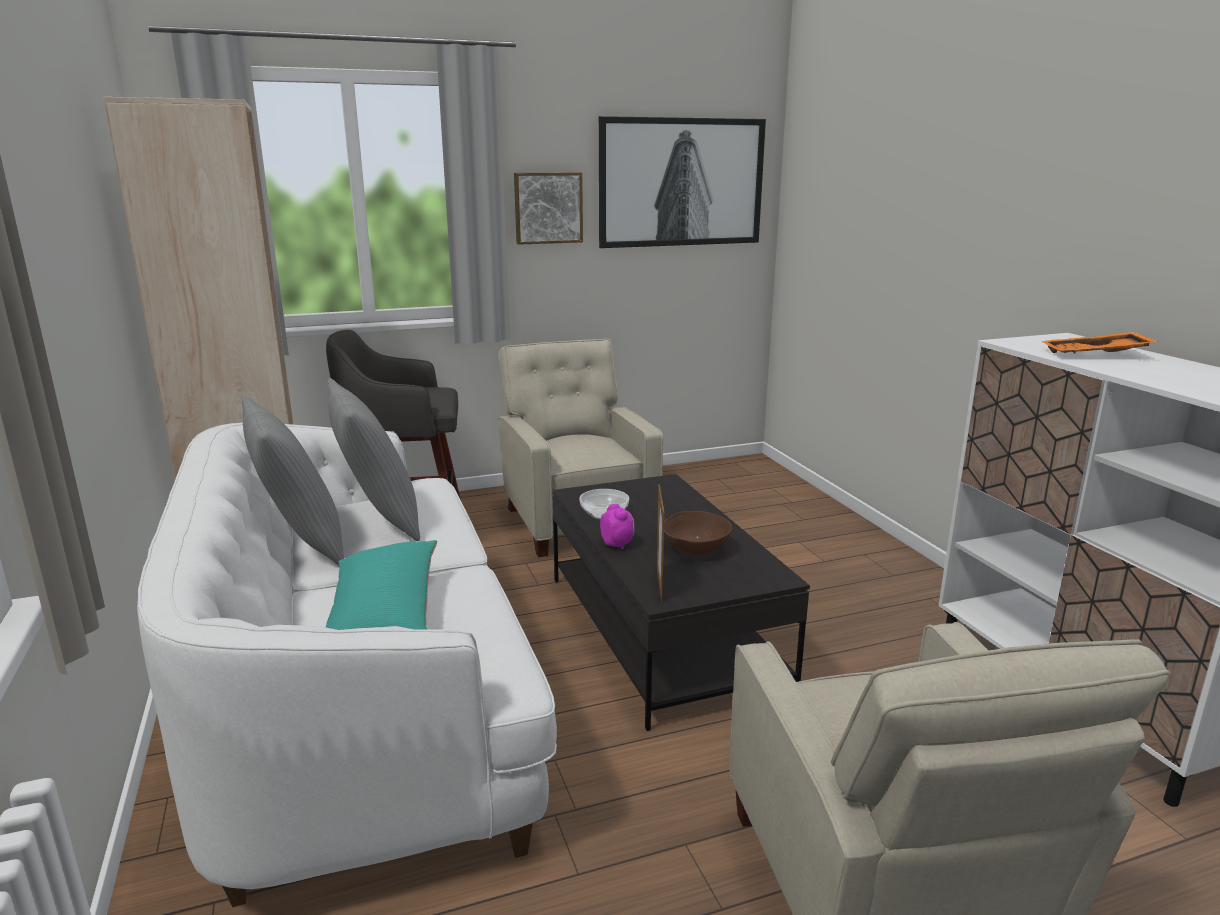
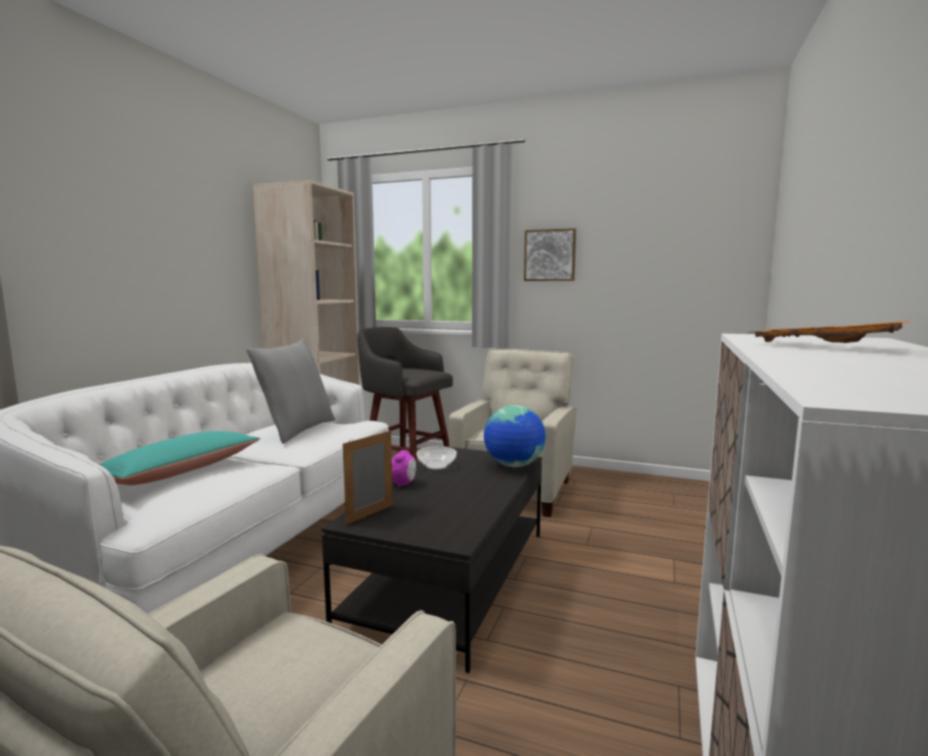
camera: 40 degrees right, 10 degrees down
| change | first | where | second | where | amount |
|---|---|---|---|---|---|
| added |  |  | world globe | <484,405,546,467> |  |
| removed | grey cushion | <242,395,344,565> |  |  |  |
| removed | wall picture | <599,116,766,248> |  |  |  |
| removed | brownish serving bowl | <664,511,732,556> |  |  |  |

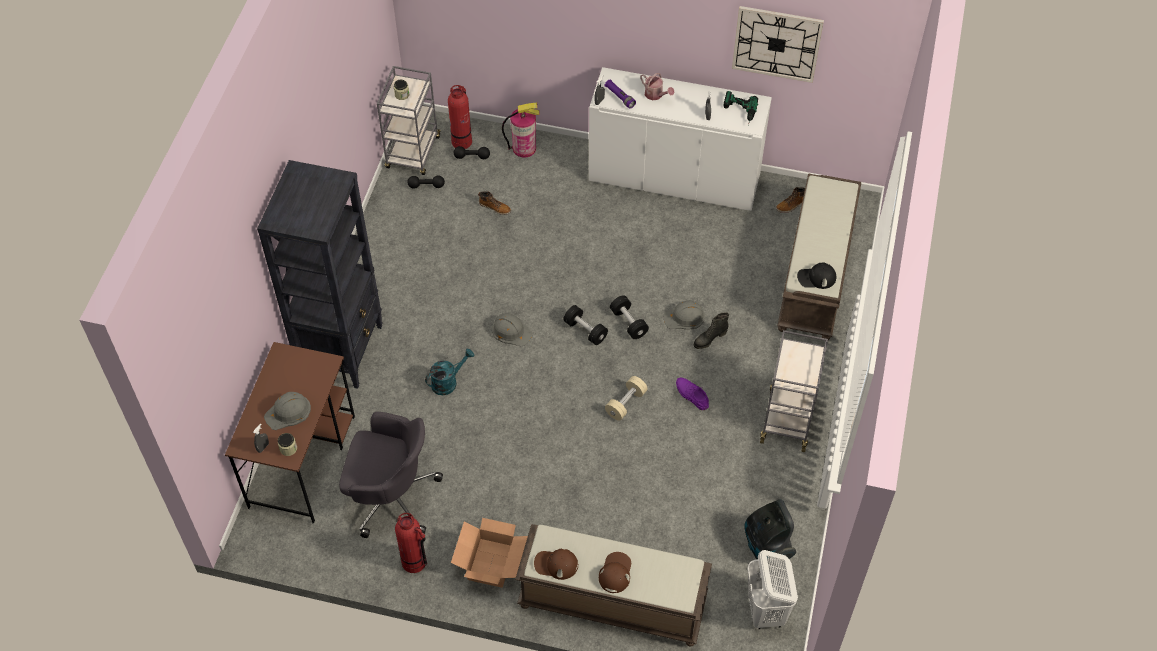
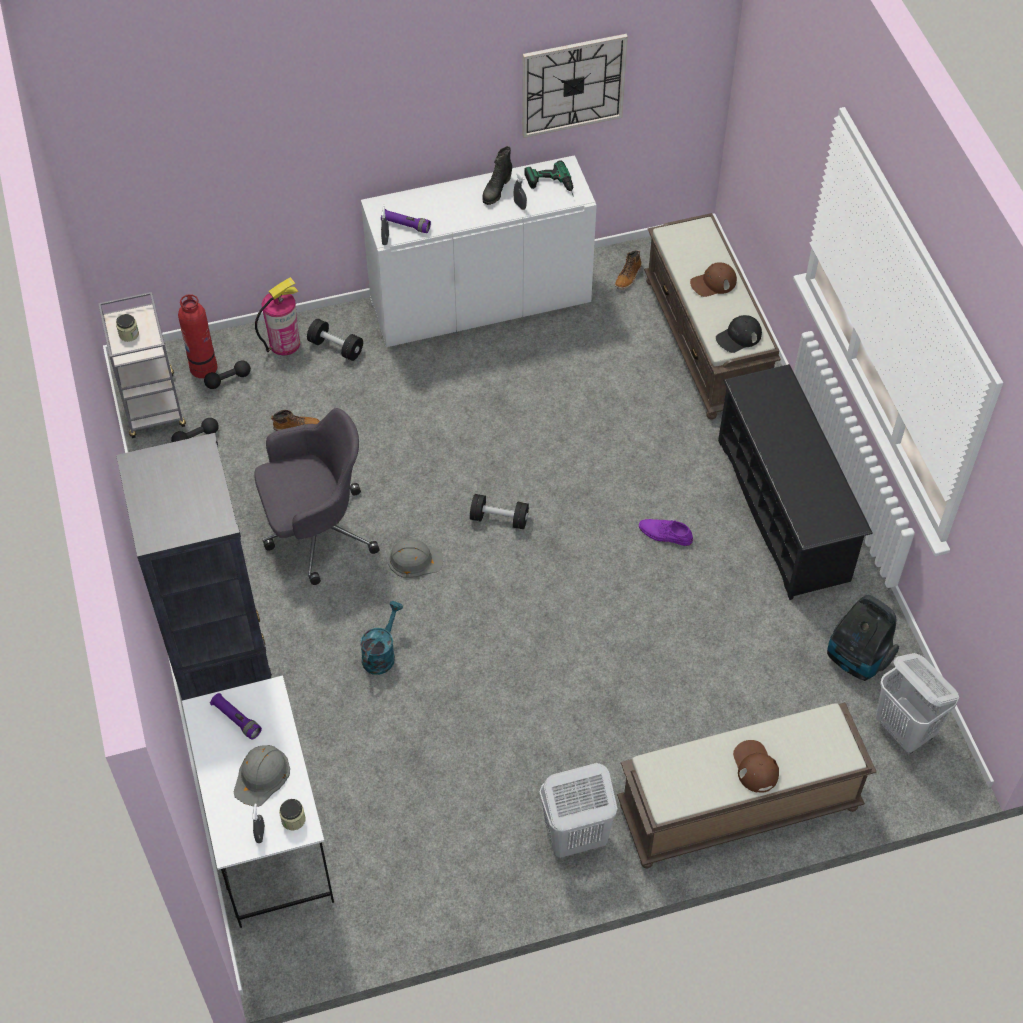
camera: 30 degrees left, 0 degrees up
| change | first | where | second | where | amount |
|---|---|---|---|---|---|
| recoloured | brownish desk unit | <225,342,355,524> | white desk unit | <182,676,334,928> |  |
| added |  |  | purple hand torch | <210,693,262,739> |  |
| moved | grey computer chair | <339,412,443,538> |  | <254,408,380,585> |  |
| moved | black-coloured dumbbell | <610,295,649,339> |  | <307,319,363,361> |  |
| moved | black-coloured boot | <694,313,729,349> |  | <482,146,512,205> |  |
| replaced | cardboard box | <451,518,528,588> | white washing basket | <539,763,617,858> |  |
| moved | brownish cap | <534,548,578,580> |  | <690,262,737,297> |  |
| replaced | grey cart | <760,330,828,452> | black-coloured shoe rack | <718,364,873,600> |  |
| removed | fire extinguisher | <395,513,427,573> |  |  |  |
| removed | sand-coloured dumbbell | <605,376,648,421> |  |  |  |
| removed | watering pot | <640,73,675,100> |  |  |  |
| removed | grey safety helmet | <663,300,705,330> |  |  |  |

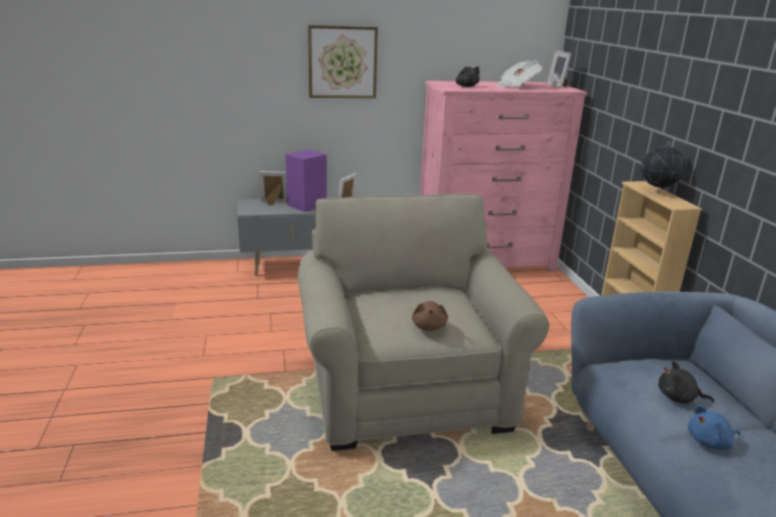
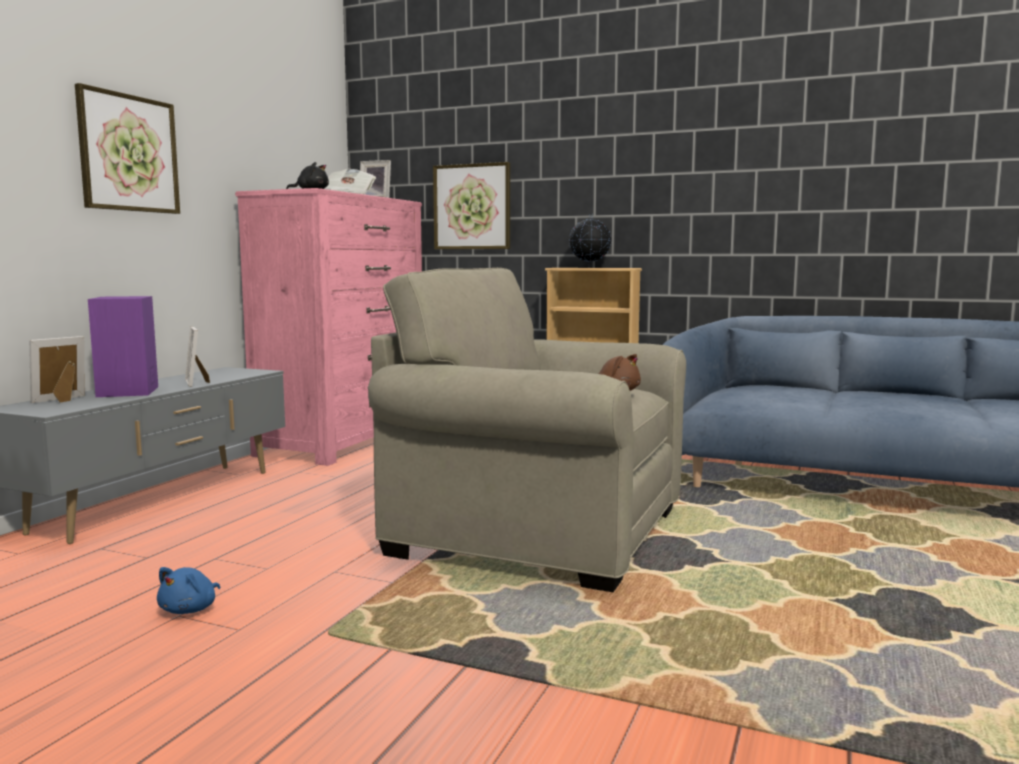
camera: 55 degrees left, 15 degrees down
| change | first | where | second | where | amount |
|---|---|---|---|---|---|
| moved | blue cuddly toy | <688,405,740,450> |  | <157,567,220,614> |  |
| added |  |  | wall picture | <433,162,510,249> |  |
| removed | black-coloured cuddly toy | <658,361,714,404> |  |  |  |

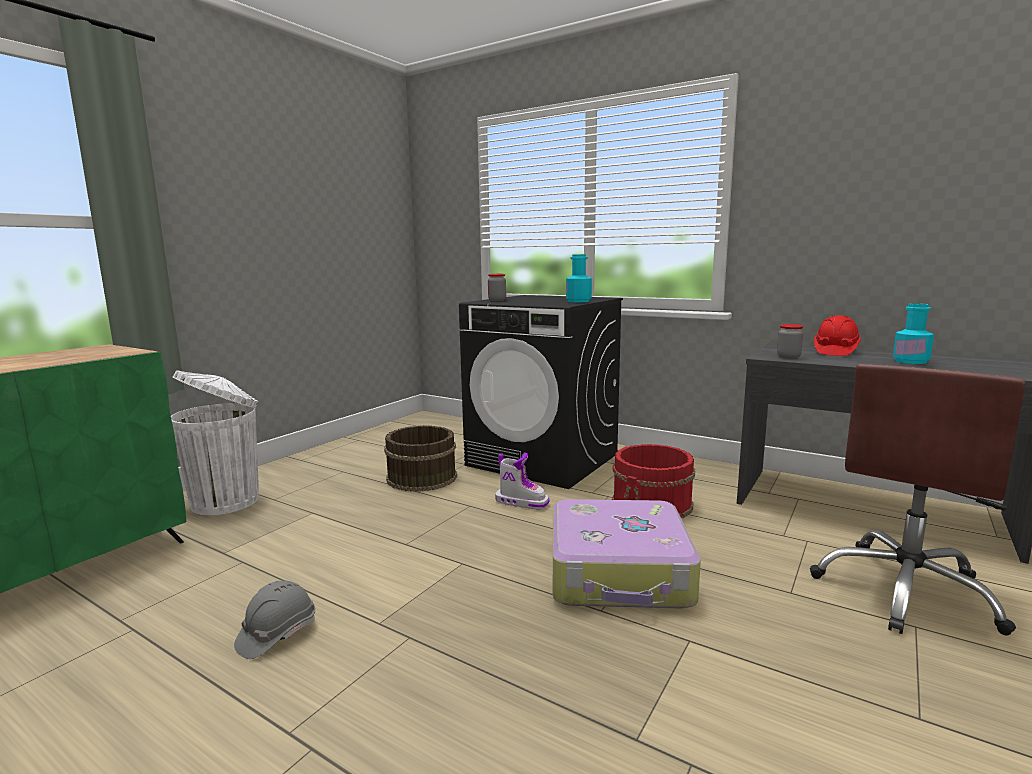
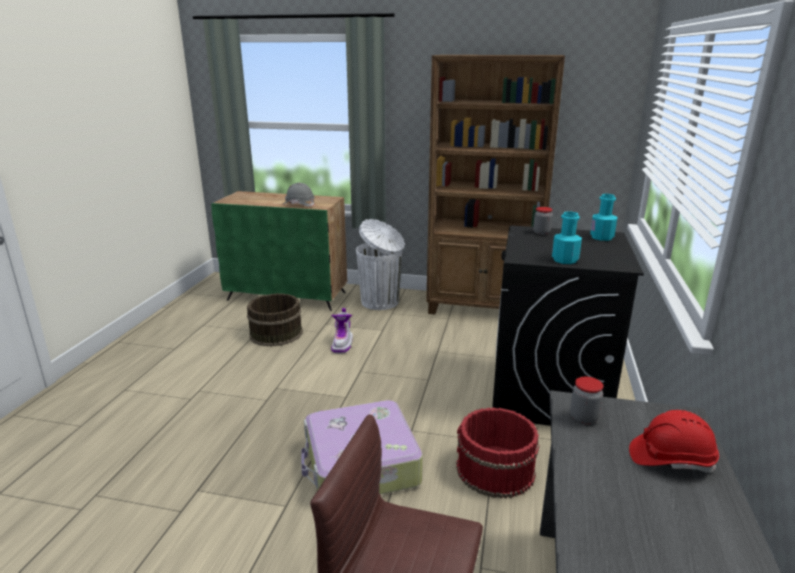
camera: 70 degrees right, 10 degrees up
| change | first | where | second | where | amount |
|---|---|---|---|---|---|
| moved | brownish pail | <384,425,457,492> |  | <247,293,303,347> |  |
| moved | grey safety helmet | <234,580,315,659> |  | <282,183,315,207> |  |
| moved | boot | <495,453,550,510> |  | <331,308,353,353> |  |
| added |  |  | brownish bookshelf | <426,55,565,314> |  |
| moved | turquoise-coloured drink bottle | <893,303,934,364> |  | <590,194,617,241> |  |

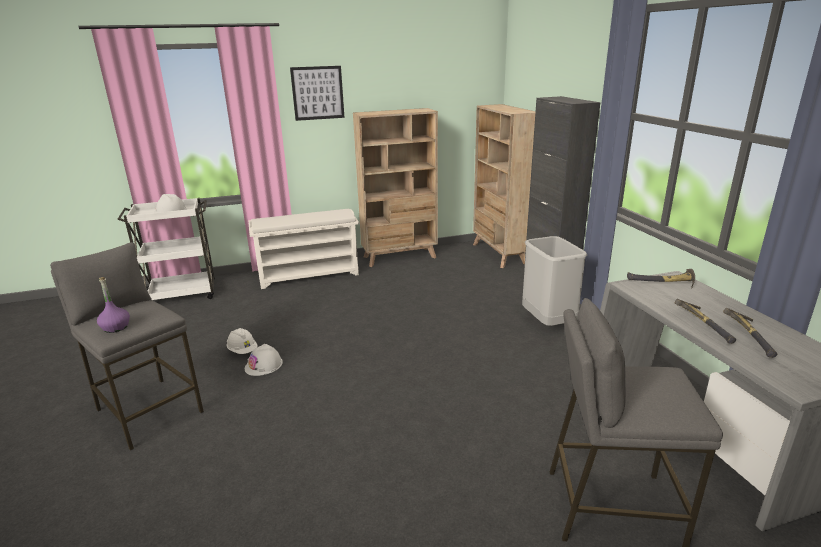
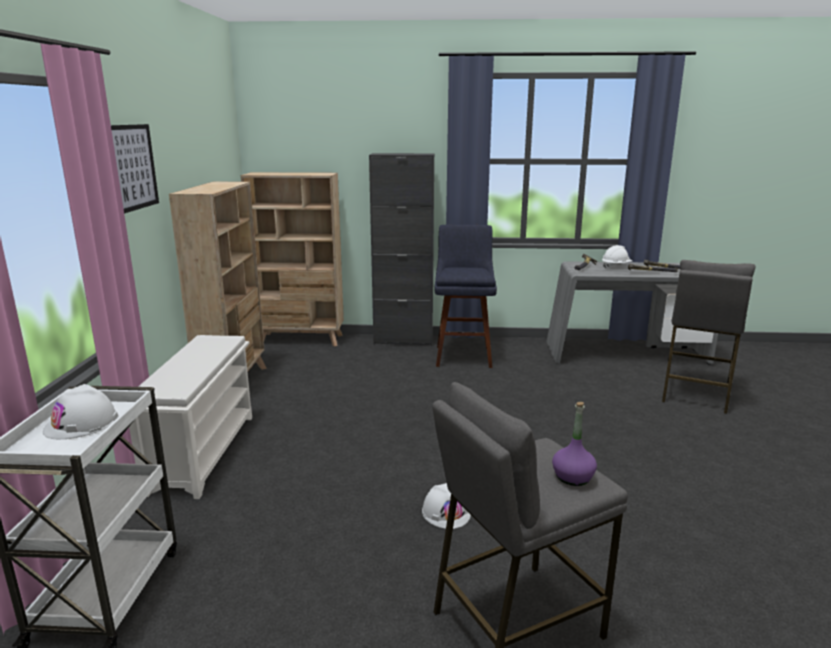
camera: 70 degrees left, 5 degrees down
| change | first | where | second | where | amount |
|---|---|---|---|---|---|
| replaced | grey rubbish bin | <522,236,587,326> | blue stool seat | <434,225,497,368> |  |
| moved | white safety helmet | <226,328,258,354> |  | <602,245,632,268> |  |

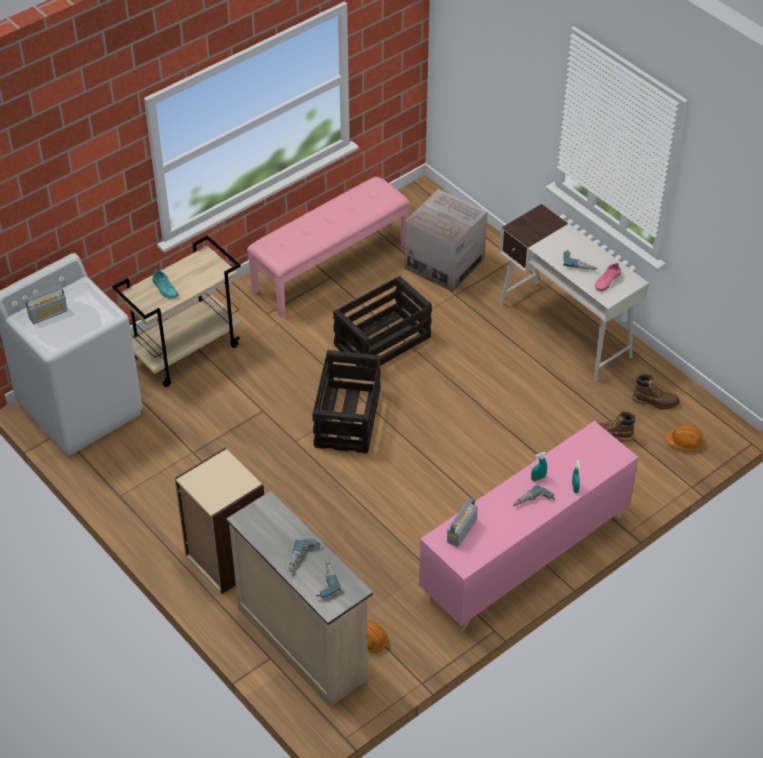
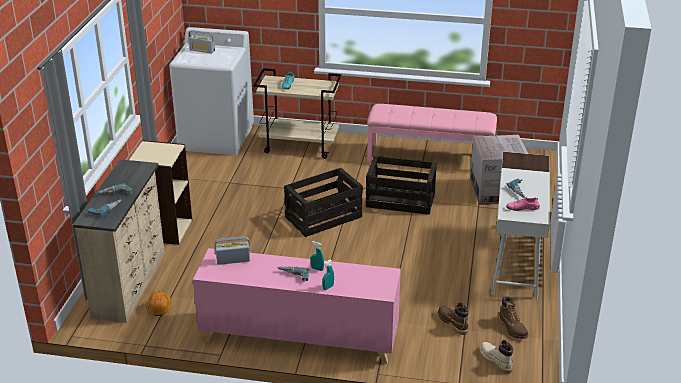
camera: 50 degrees right, 15 degrees down
| change | first | where | second | where | amount |
|---|---|---|---|---|---|
| replaced | orange-coloured safety helmet | <665,425,704,451> | sand-coloured boot | <480,340,513,374> |  |

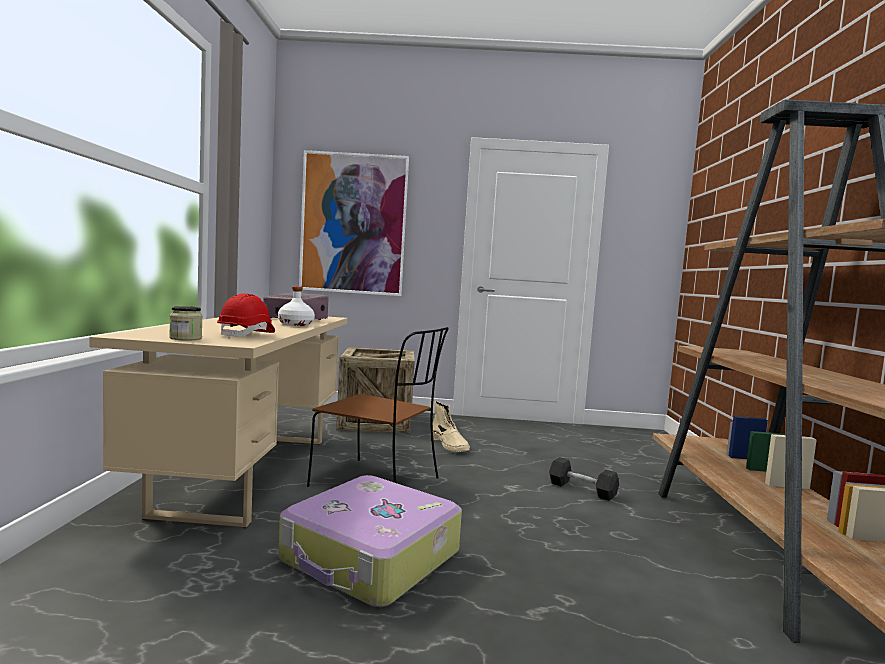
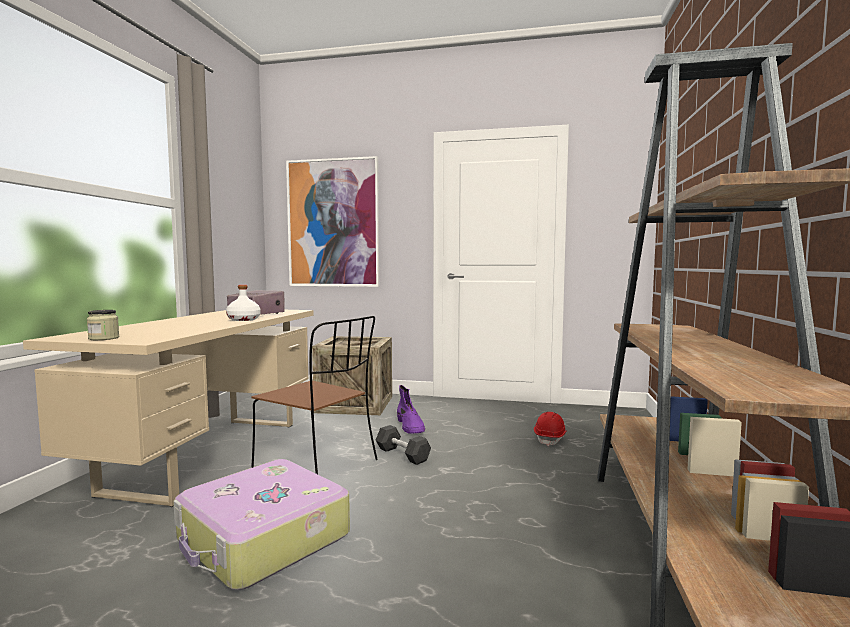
camera: 10 degrees right, 0 degrees up
| change | first | where | second | where | amount |
|---|---|---|---|---|---|
| moved | black-coloured dumbbell | <549,457,619,501> |  | <376,425,431,465> |  |
| recoloured | sand-coloured boot | <433,401,470,452> | purple boot | <397,385,425,434> |  |
| moved | red safety helmet | <217,293,275,338> |  | <534,412,567,446> |  |

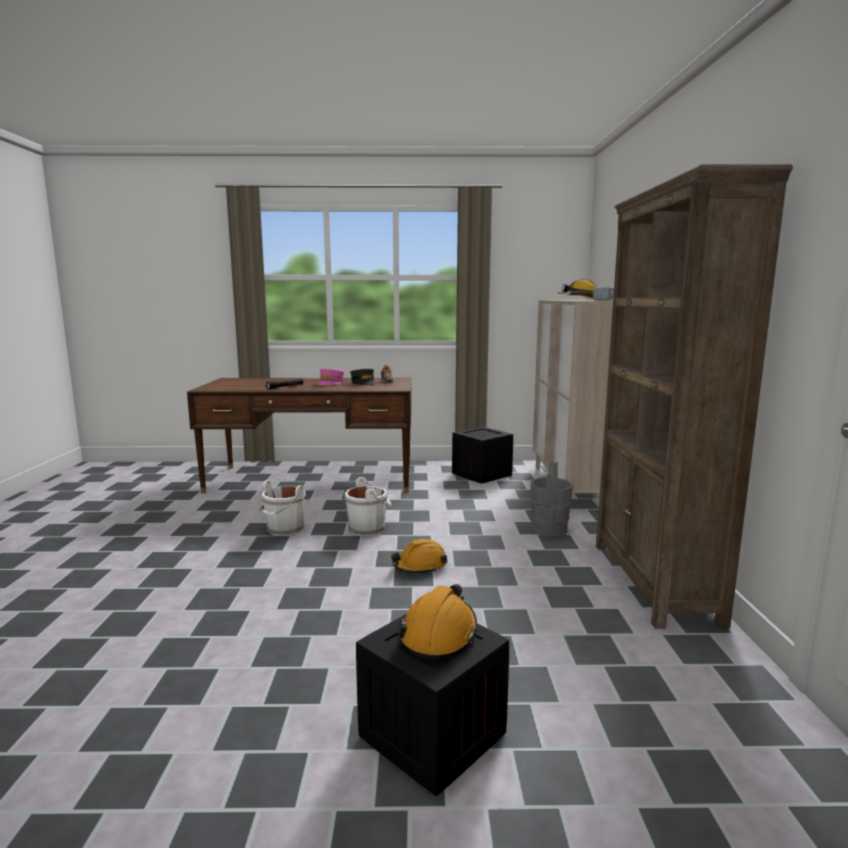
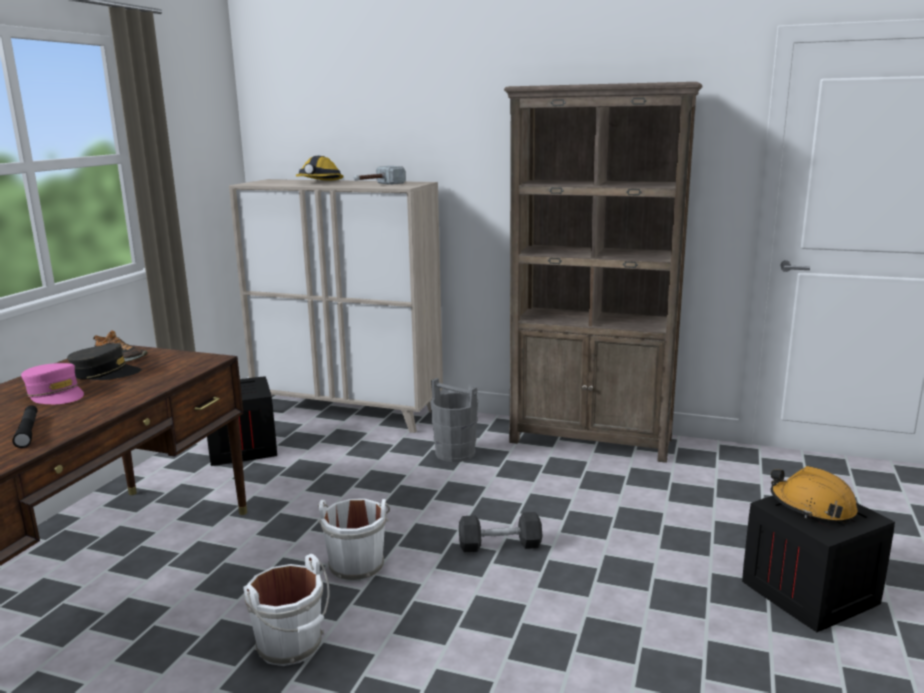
camera: 70 degrees left, 5 degrees up
| change | first | where | second | where | amount |
|---|---|---|---|---|---|
| replaced | orange-coloured safety helmet | <391,539,447,573> | grey dumbbell | <459,512,543,553> |  |

